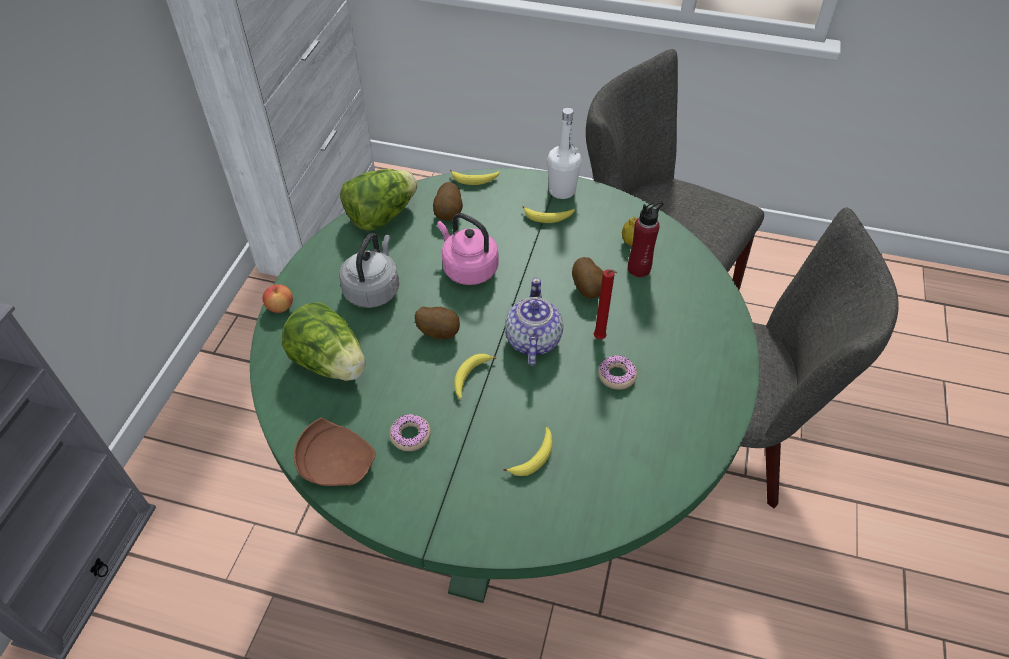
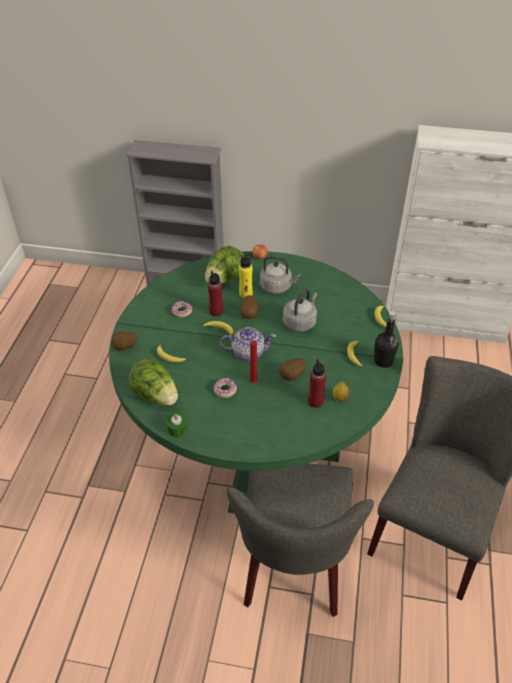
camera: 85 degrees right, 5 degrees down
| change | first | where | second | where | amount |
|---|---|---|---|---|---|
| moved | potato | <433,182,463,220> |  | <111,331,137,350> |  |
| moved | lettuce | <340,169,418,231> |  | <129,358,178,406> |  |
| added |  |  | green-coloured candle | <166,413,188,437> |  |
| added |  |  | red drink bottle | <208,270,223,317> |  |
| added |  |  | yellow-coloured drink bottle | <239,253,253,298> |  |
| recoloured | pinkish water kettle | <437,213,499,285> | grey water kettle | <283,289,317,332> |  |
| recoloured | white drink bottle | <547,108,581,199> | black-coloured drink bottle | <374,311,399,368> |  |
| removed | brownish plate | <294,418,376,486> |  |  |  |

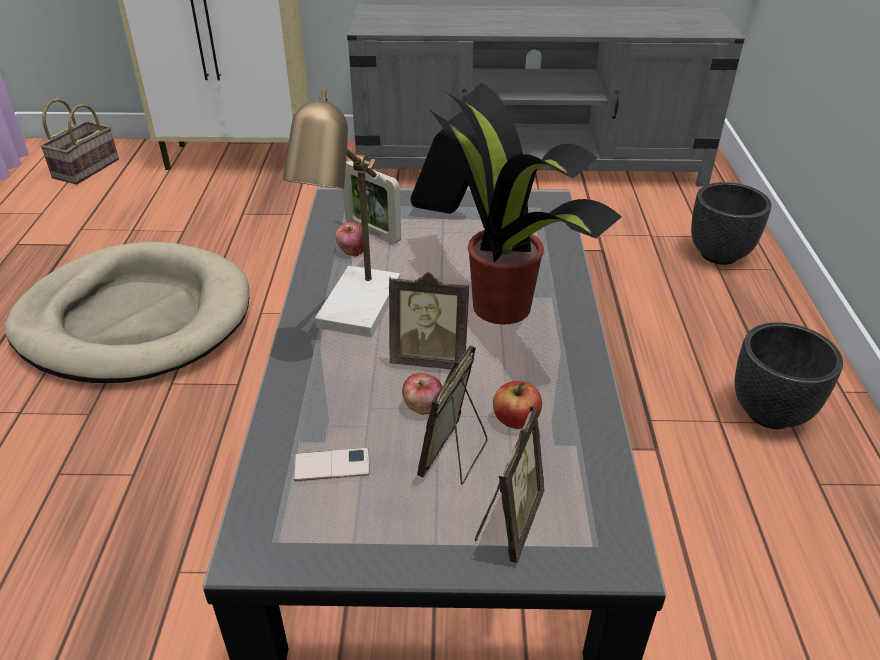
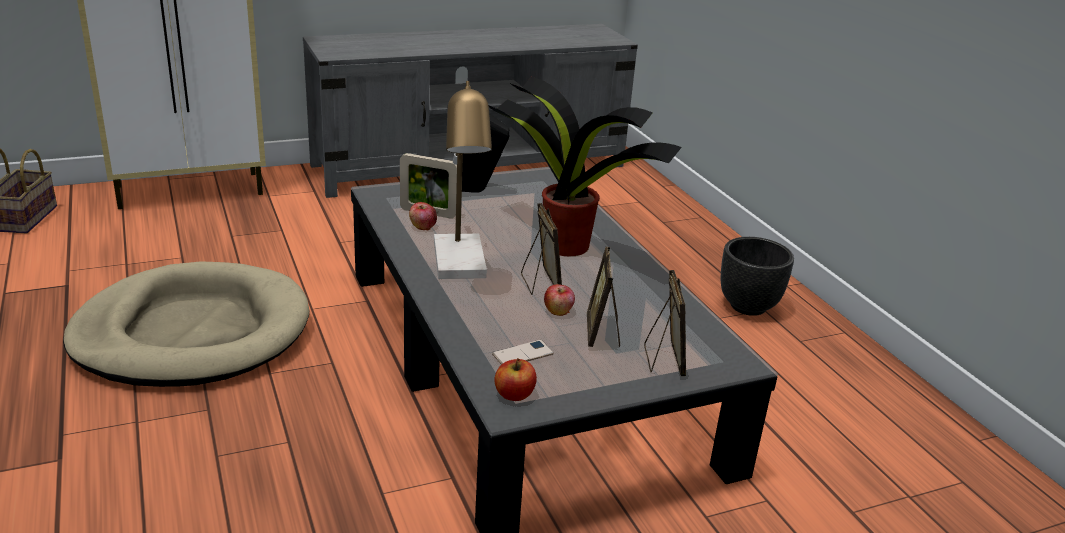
camera: 25 degrees left, 10 degrees down
| change | first | where | second | where | amount |
|---|---|---|---|---|---|
| moved | whole apple | <493,381,542,429> |  | <494,358,537,401> |  |
| turned | standing frame | <389,272,469,370> |  | <521,203,562,295> | 90 degrees counterclockwise |
| removed | black-coloured plant pot | <691,182,771,265> |  |  |  |

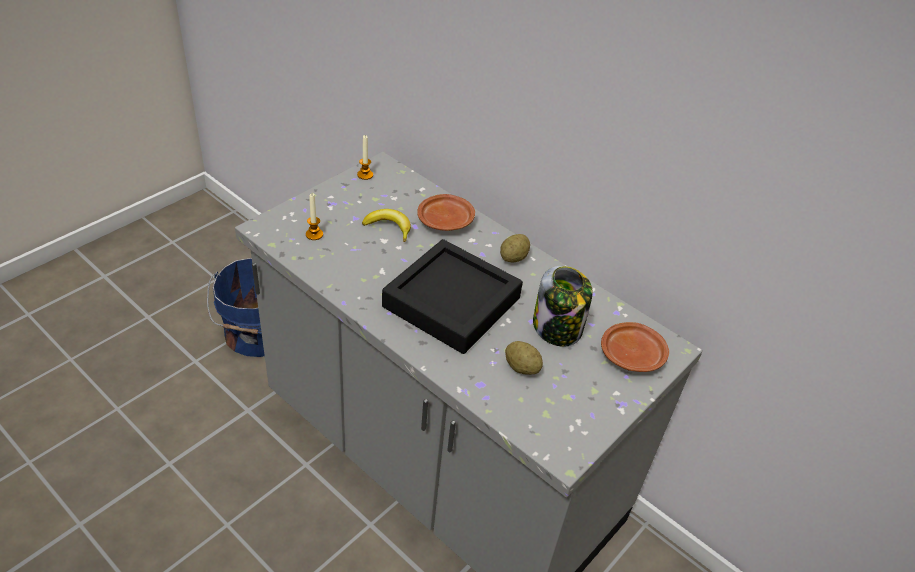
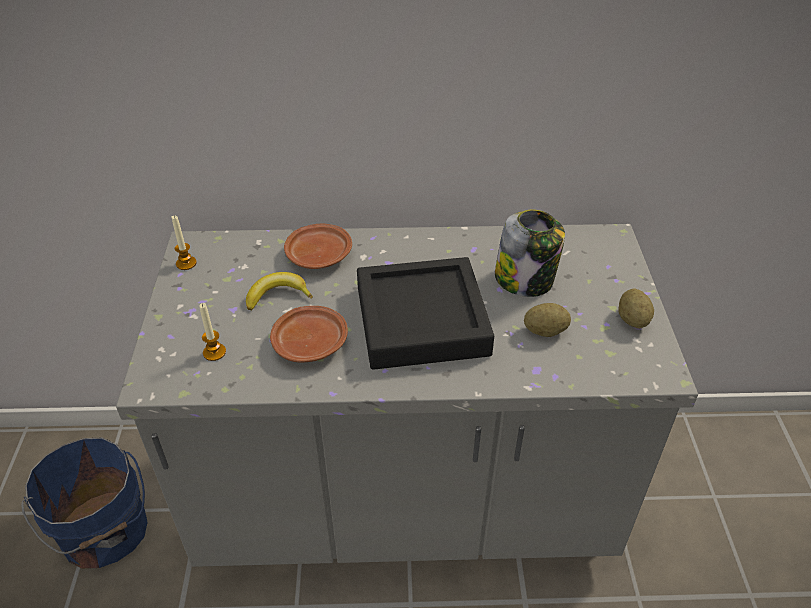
camera: 40 degrees left, 0 degrees up
| change | first | where | second | where | amount |
|---|---|---|---|---|---|
| moved | brownish plate | <601,322,669,372> |  | <270,306,348,362> |  |
| moved | potato | <500,234,530,262> |  | <618,289,654,329> |  |

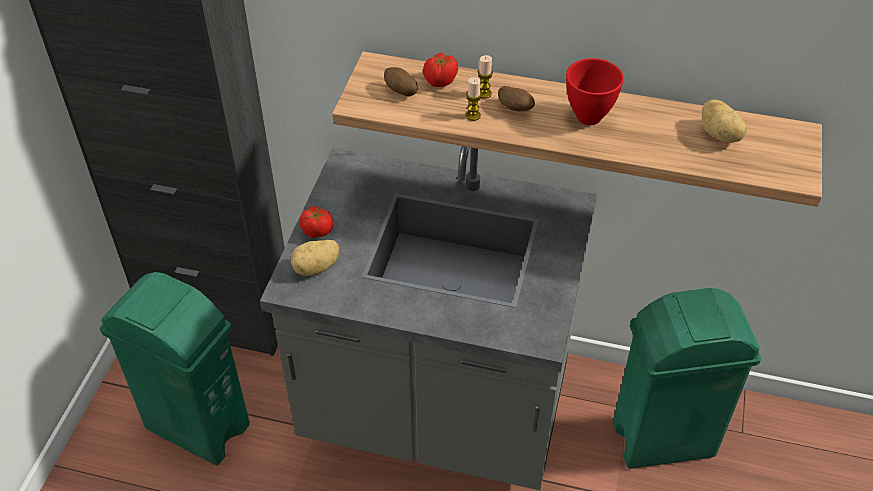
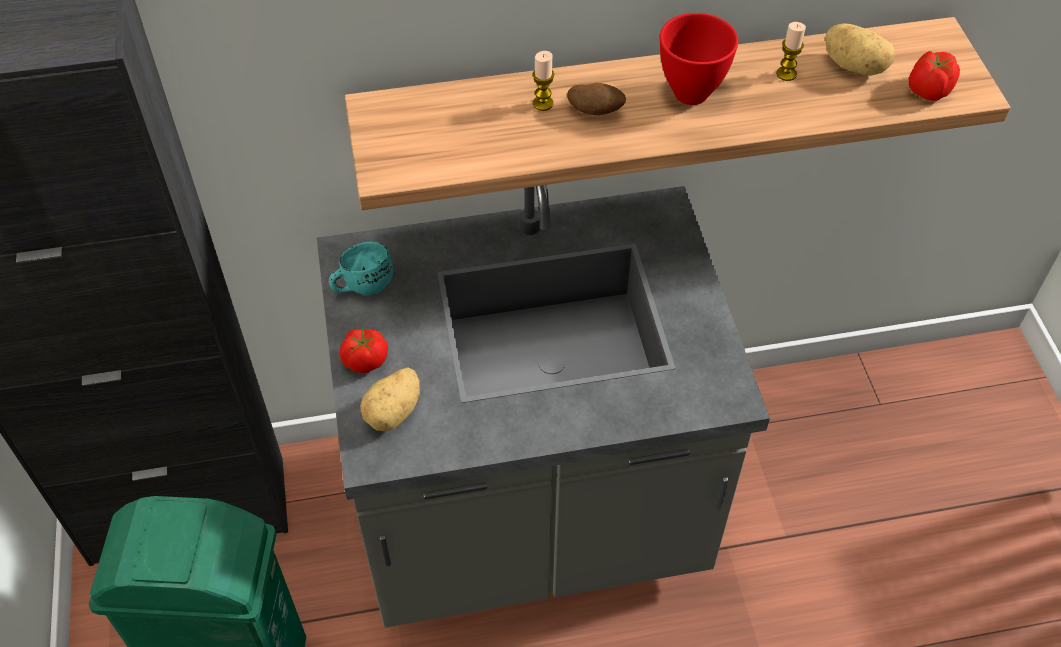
camera: 25 degrees left, 5 degrees up
| change | first | where | second | where | amount |
|---|---|---|---|---|---|
| added |  |  | turquoise-coloured mug | <329,242,393,295> |  |
| moved | candle | <466,77,482,121> |  | <776,22,806,81> |  |
| moved | whole tomato | <423,52,458,87> |  | <909,51,960,101> |  |
| removed | potato | <384,67,418,97> |  |  |  |
| removed | green-coloured rubbish bin | <613,288,762,469> |  |  |  |

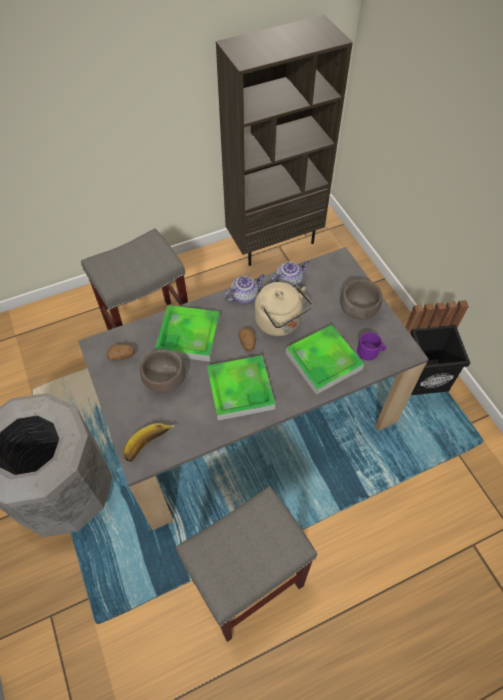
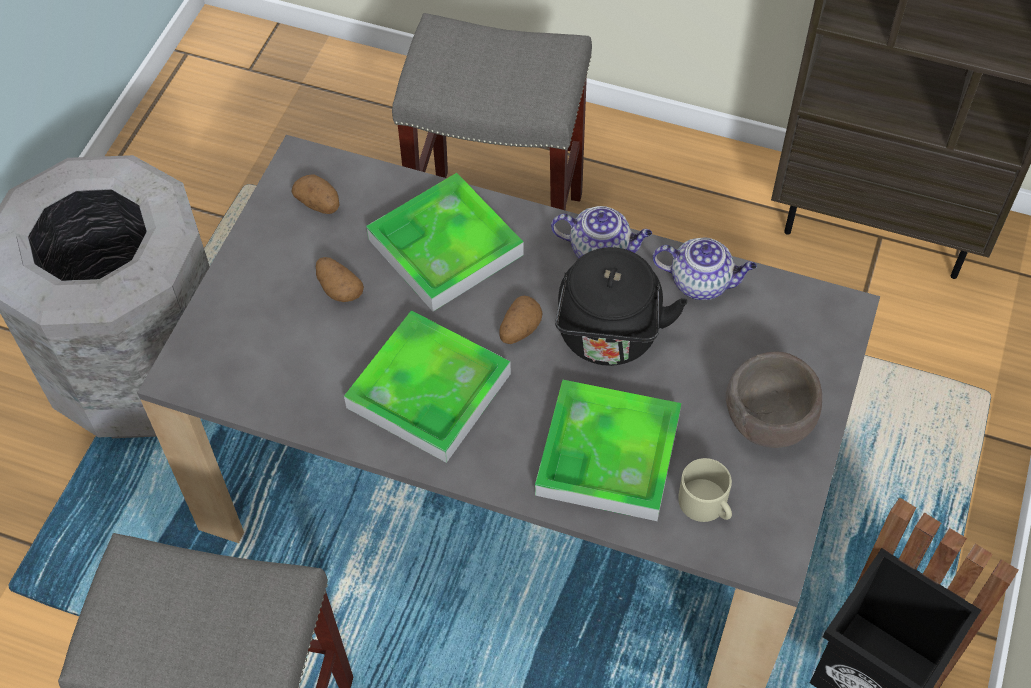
camera: 45 degrees right, 0 degrees up
| change | first | where | second | where | amount |
|---|---|---|---|---|---|
| replaced | brownish serving bowl | <140,349,185,393> | potato | <316,257,364,302> |  |
| recoloured | sand-coloured water kettle | <255,282,312,336> | black-coloured water kettle | <555,247,687,366> |  |
| recoloured | purple mug | <357,332,386,361> | sand-coloured mug | <678,458,732,522> |  |
| removed | whole banana | <124,423,175,462> |  |  |  |

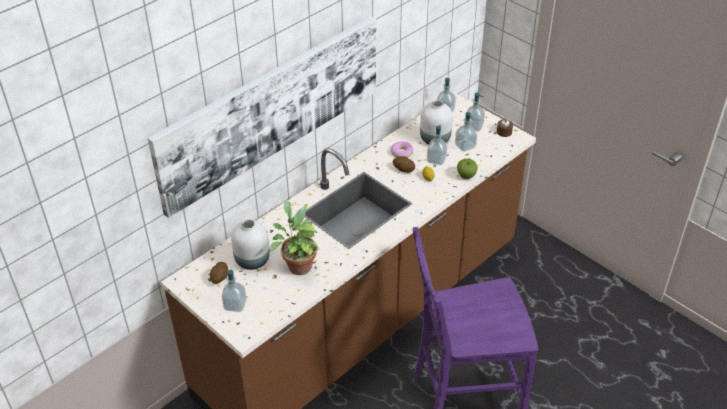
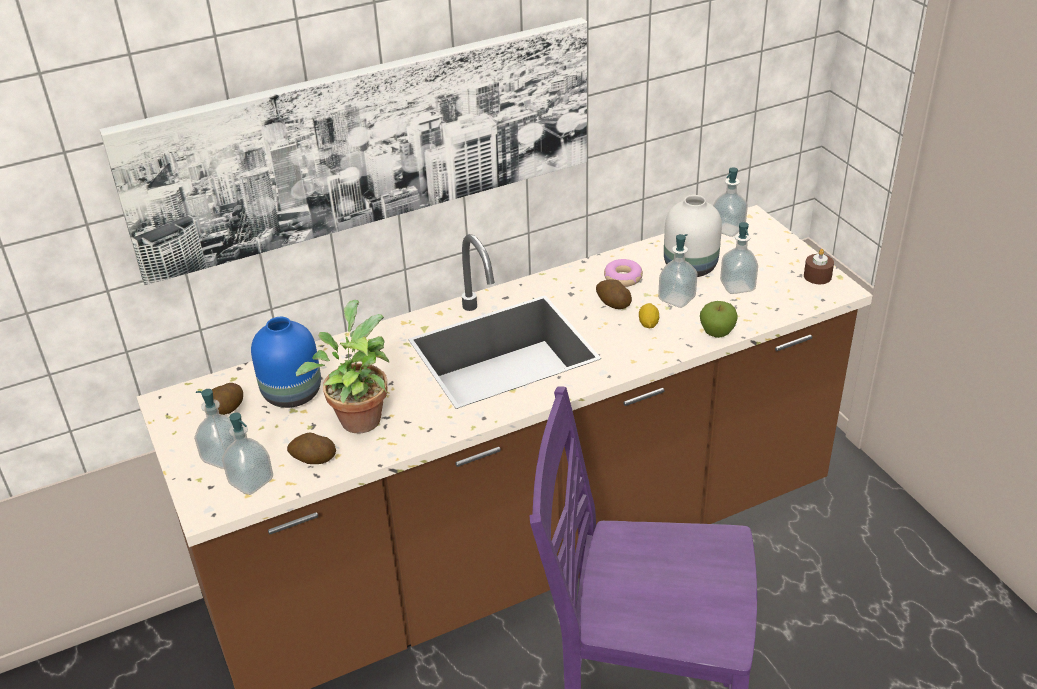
camera: 20 degrees right, 5 degrees down
| change | first | where | second | where | amount |
|---|---|---|---|---|---|
| moved | soap bottle | <465,93,485,131> |  | <222,413,273,495> |  |
| recoloured | white decorative vase | <231,219,270,270> | blue decorative vase | <251,317,321,408> |  |
| added |  |  | potato | <287,432,336,464> |  |

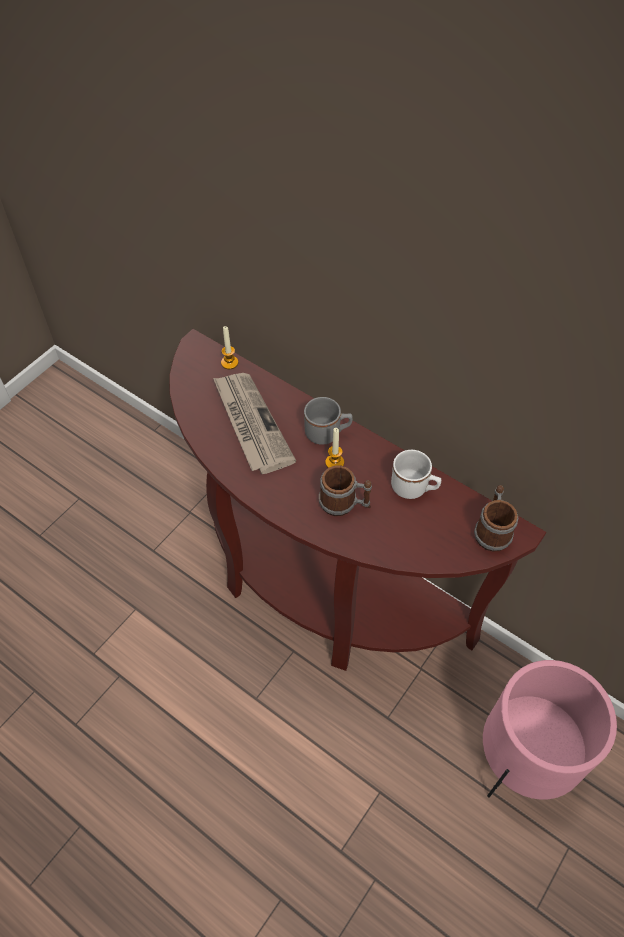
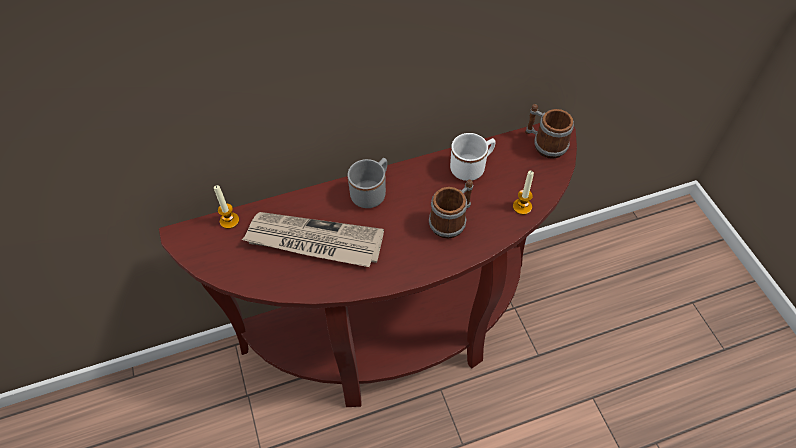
camera: 55 degrees left, 0 degrees up
| change | first | where | second | where | amount |
|---|---|---|---|---|---|
| moved | candle | <325,428,344,468> |  | <513,171,534,215> |  |
| removed | pinkish plant pot | <483,660,617,800> |  |  |  |

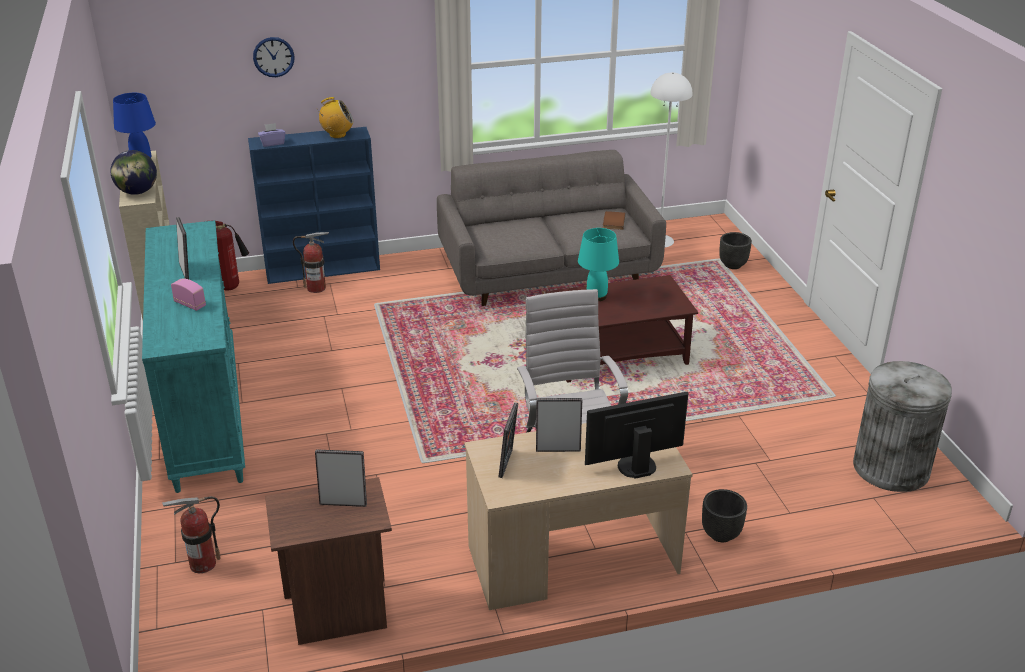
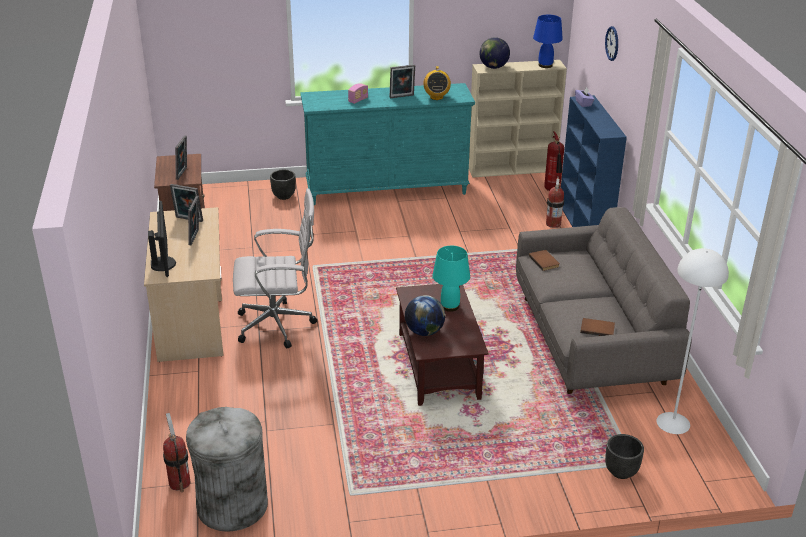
camera: 95 degrees right, 0 degrees up
| change | first | where | second | where | amount |
|---|---|---|---|---|---|
| moved | fire extinguisher | <162,496,221,573> |  | <163,413,191,492> |  |
| moved | black-coloured plant pot | <702,489,747,542> |  | <270,170,296,200> |  |
| added |  |  | world globe | <405,295,445,336> |  |
| moved | radio set | <317,97,354,138> |  | <423,66,451,100> |  |
| added |  |  | brownish volume | <529,250,560,271> |  |

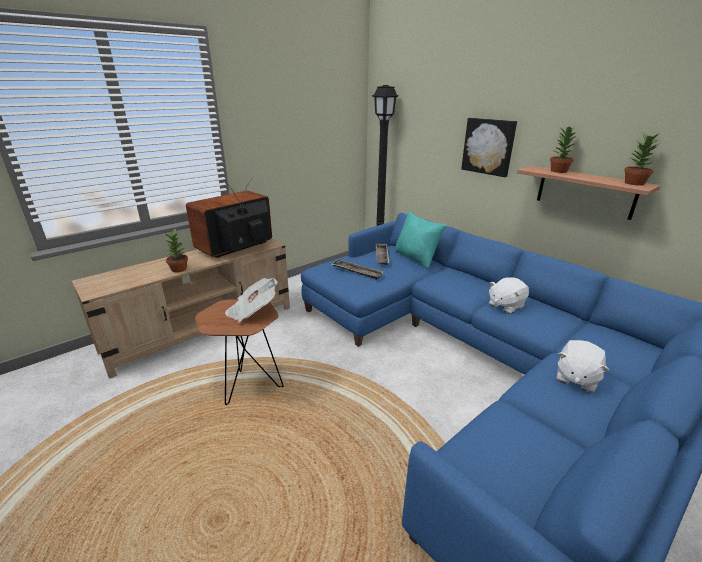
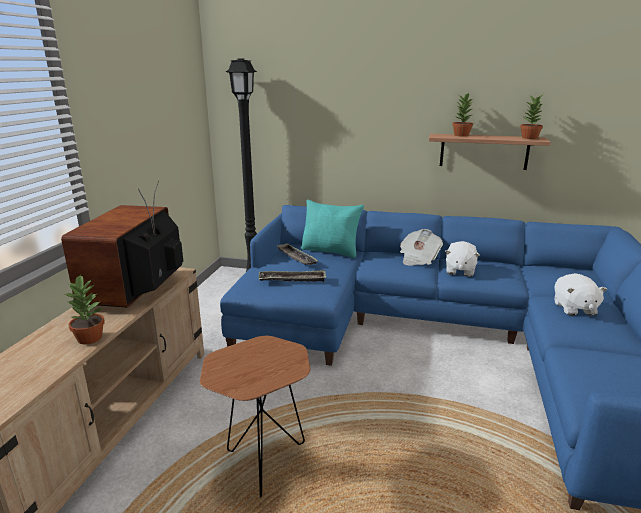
camera: 35 degrees left, 5 degrees down
| change | first | where | second | where | amount |
|---|---|---|---|---|---|
| moved | newspaper | <225,278,278,322> |  | <400,229,443,266> |  |
| removed | wall picture | <461,118,517,177> |  |  |  |

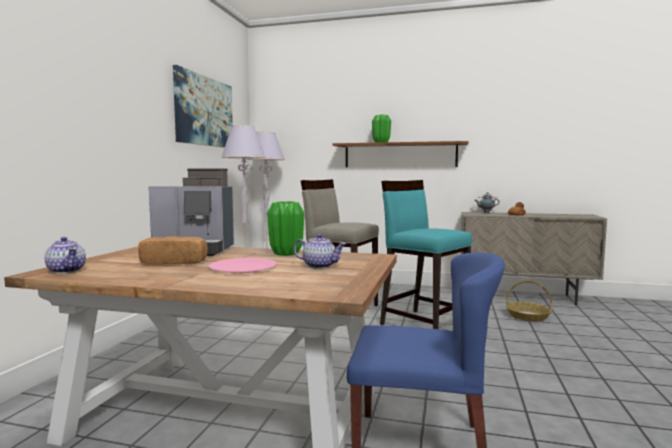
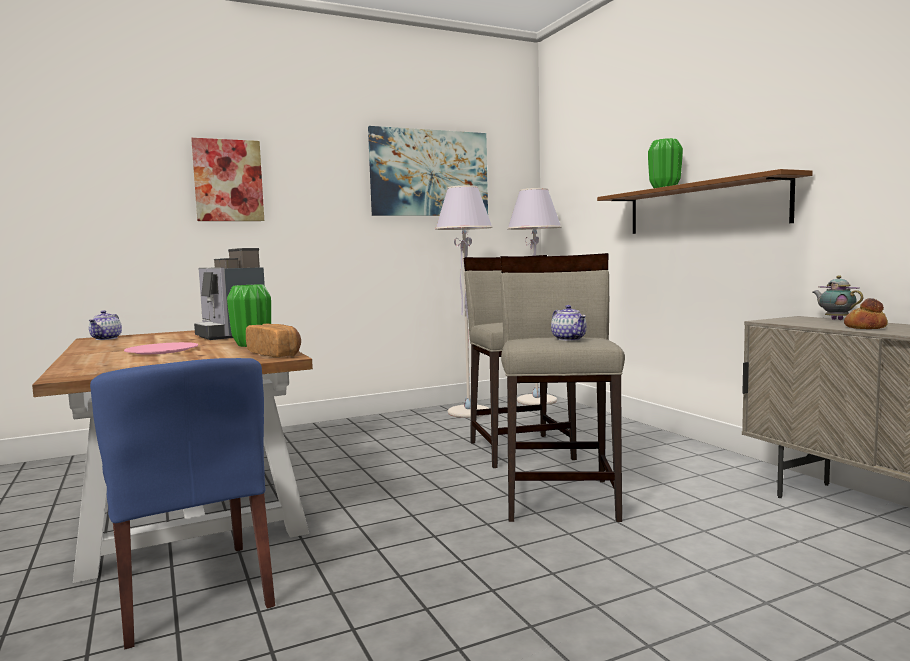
camera: 50 degrees right, 0 degrees up
| change | first | where | second | where | amount |
|---|---|---|---|---|---|
| added |  |  | wall picture | <191,138,264,221> |  |
| moved | bread | <138,237,208,264> |  | <246,324,301,358> |  |
| recoloured | turquoise-coloured stool seat | <380,180,472,329> | sand-coloured stool seat | <501,253,625,522> |  |
| moved | pot for tea | <293,234,346,269> |  | <551,305,587,341> |  |
| removed | household basket | <506,281,552,321> |  |  |  |

